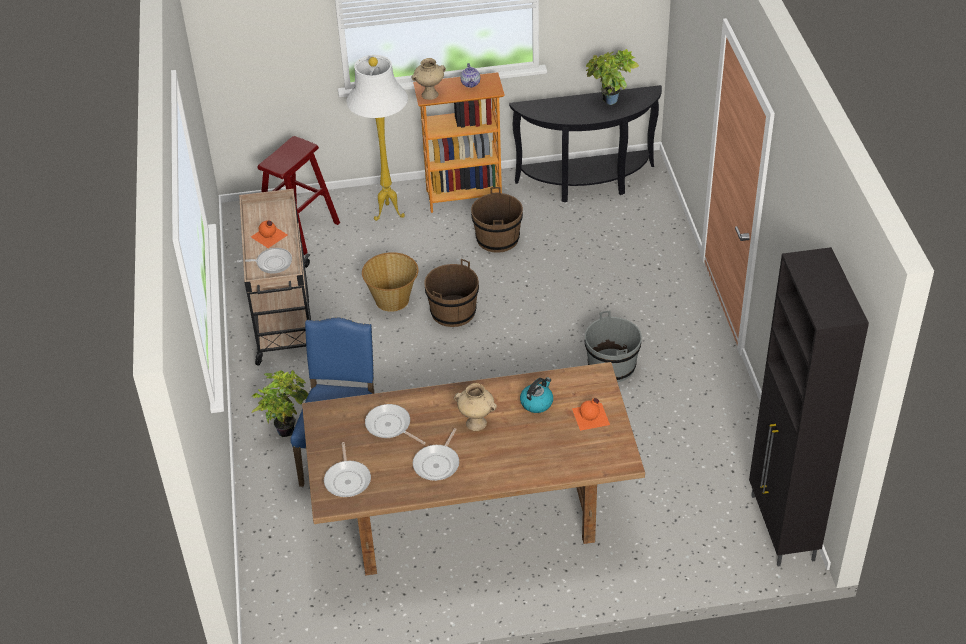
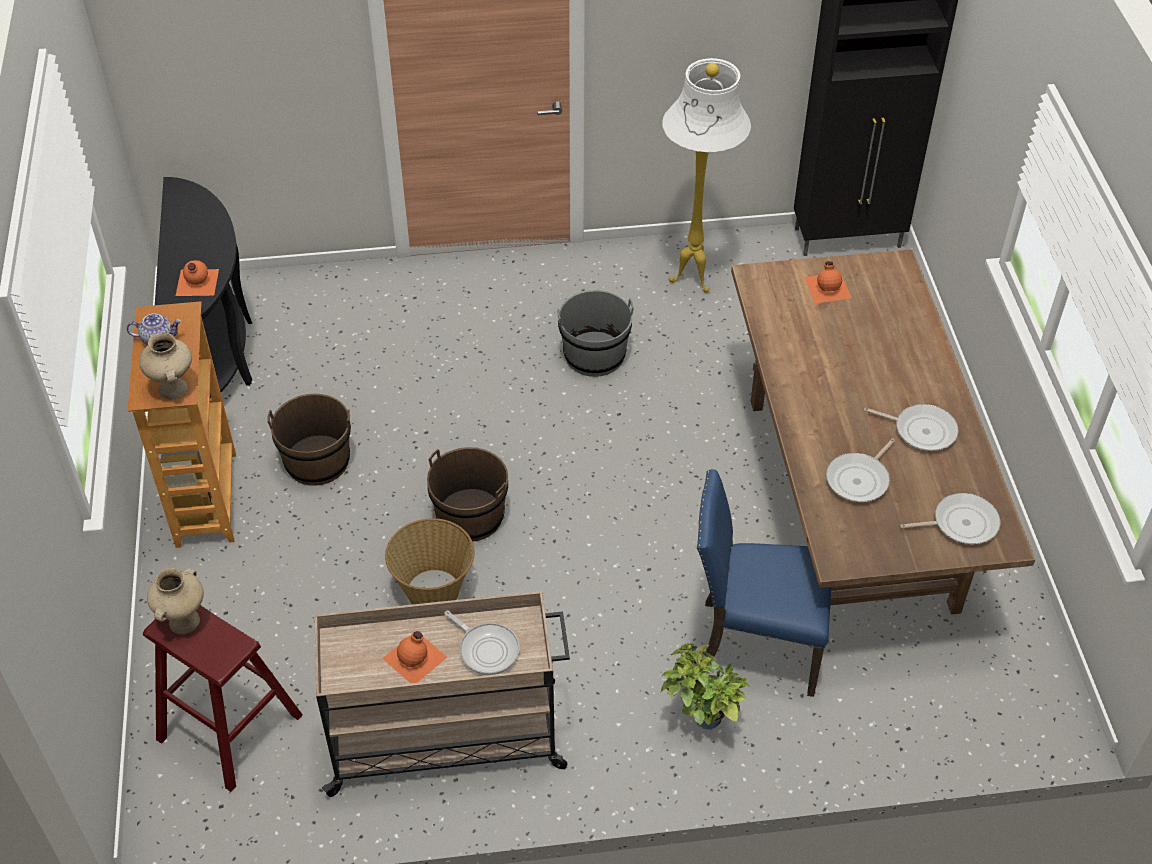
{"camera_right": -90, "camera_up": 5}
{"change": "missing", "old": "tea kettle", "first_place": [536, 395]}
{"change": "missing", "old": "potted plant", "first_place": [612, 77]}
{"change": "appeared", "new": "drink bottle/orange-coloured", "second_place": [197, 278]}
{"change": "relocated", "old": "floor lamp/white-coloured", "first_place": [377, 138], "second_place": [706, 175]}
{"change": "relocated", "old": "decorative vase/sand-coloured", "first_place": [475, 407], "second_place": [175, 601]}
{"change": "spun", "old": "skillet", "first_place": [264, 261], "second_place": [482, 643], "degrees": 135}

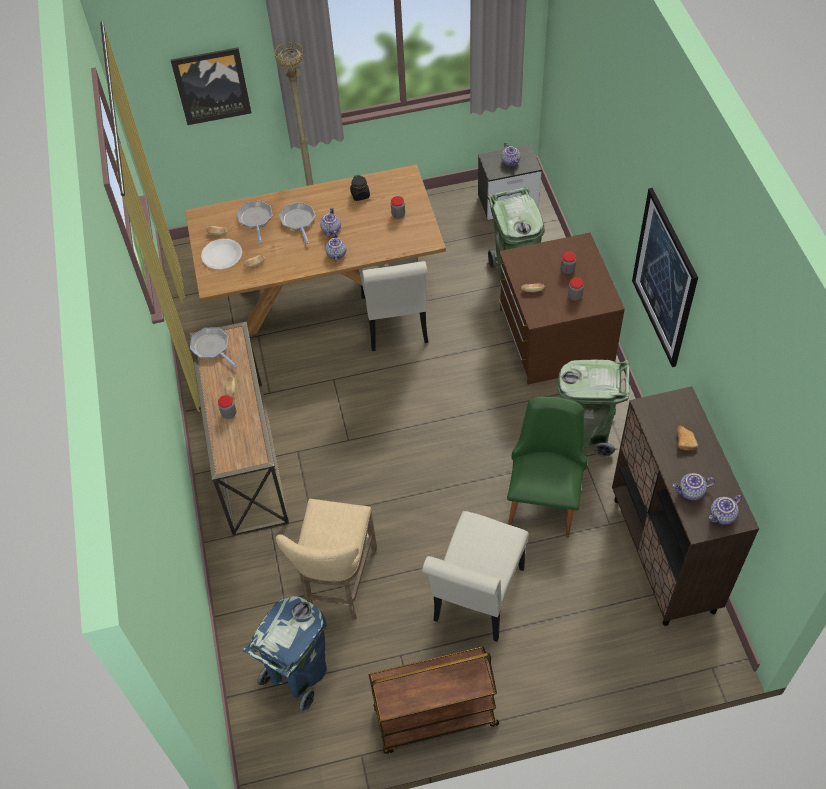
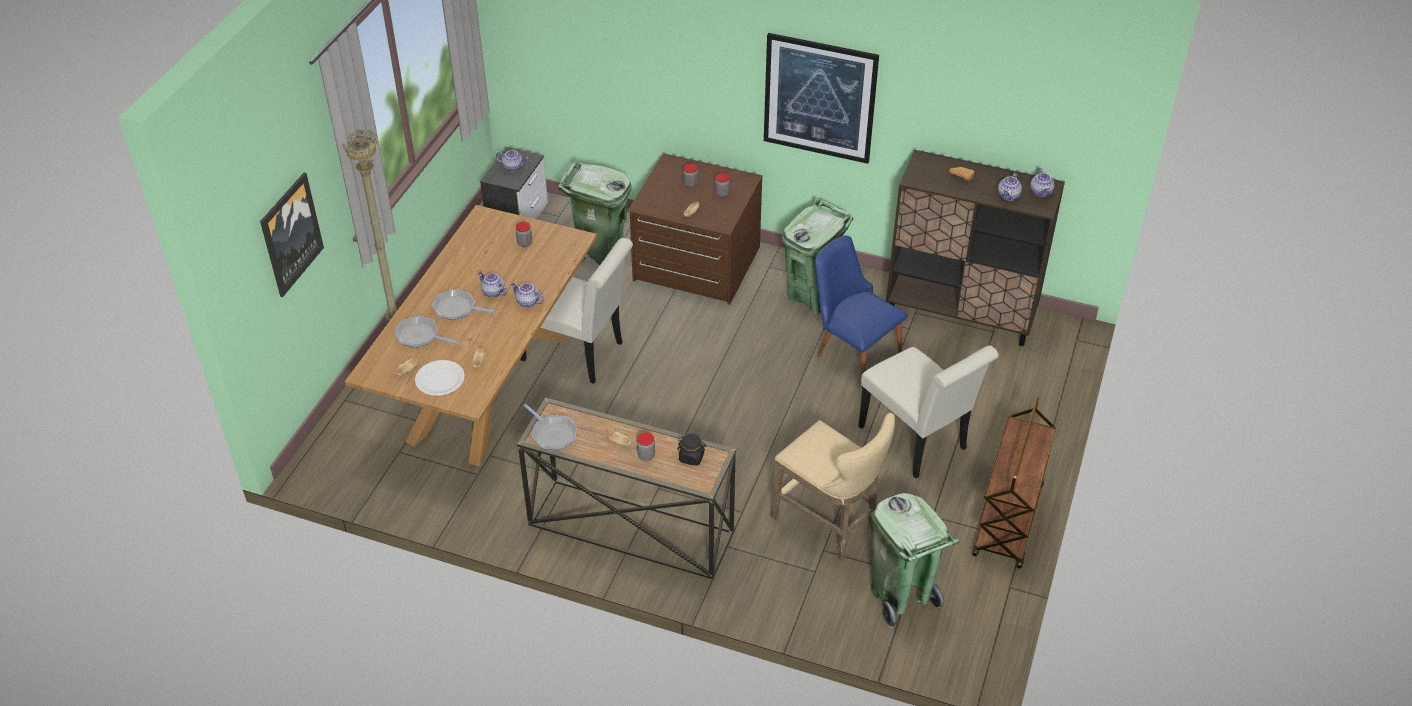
{"camera_right": -60, "camera_up": -10}
{"change": "relocated", "old": "preserve jar/black", "first_place": [360, 188], "second_place": [691, 450]}
{"change": "colour", "old": "trash can/bluish", "new": "trash can/green", "first_place": [284, 653], "second_place": [915, 561]}
{"change": "colour", "old": "chair/green", "new": "chair/bluish", "first_place": [547, 467], "second_place": [861, 305]}
{"change": "spun", "old": "skillet", "first_place": [213, 348], "second_place": [550, 427], "degrees": -120}

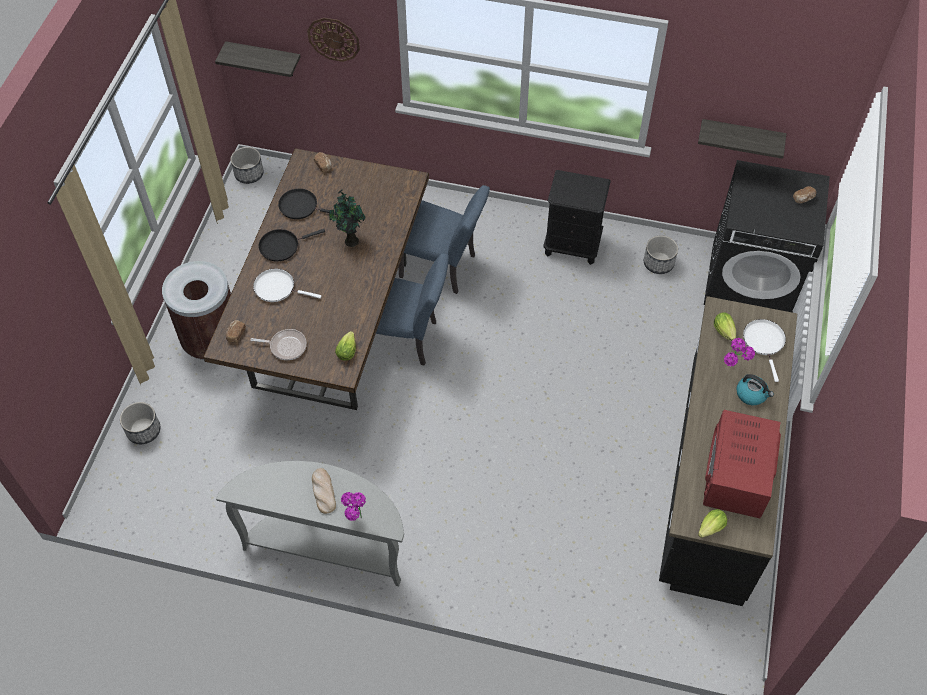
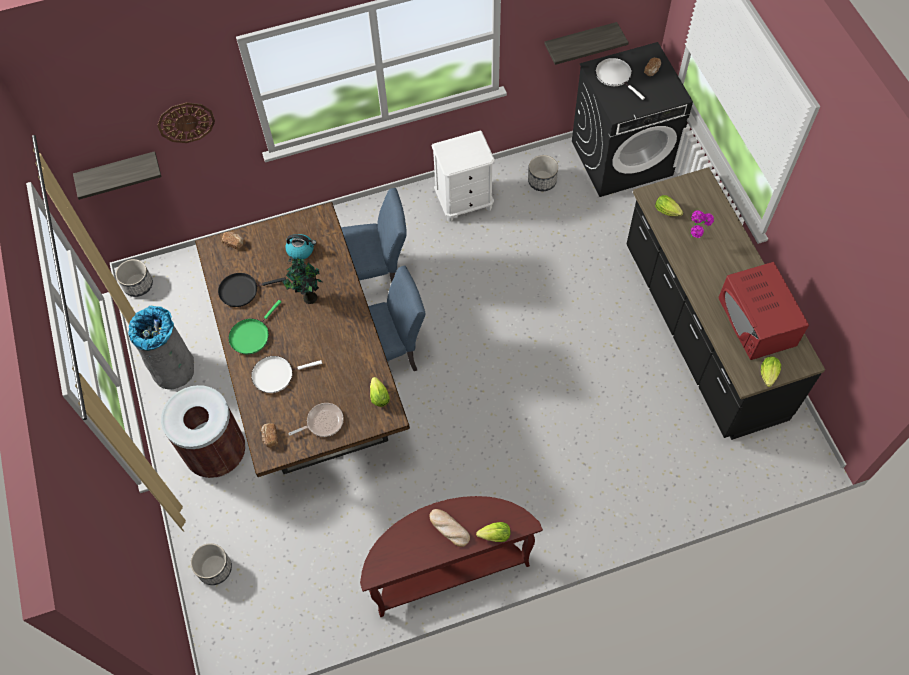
{"camera_right": -30, "camera_up": 5}
{"change": "appeared", "new": "trash can/greyish", "second_place": [161, 347]}
{"change": "relocated", "old": "tea kettle", "first_place": [755, 389], "second_place": [300, 246]}
{"change": "relocated", "old": "skillet/white-coloured", "first_place": [764, 350], "second_place": [620, 79]}
{"change": "exchanged", "old": "potted plant", "new": "lettuce head", "first_place": [353, 506], "second_place": [493, 532]}
{"change": "colour", "old": "console table/greyish", "new": "console table/brown-coloured", "first_place": [310, 523], "second_place": [451, 556]}
{"change": "colour", "old": "skillet/black", "new": "skillet/green", "first_place": [291, 245], "second_place": [254, 327]}
{"change": "colour", "old": "bedside table/black", "new": "bedside table/white-coloured", "first_place": [577, 217], "second_place": [463, 176]}

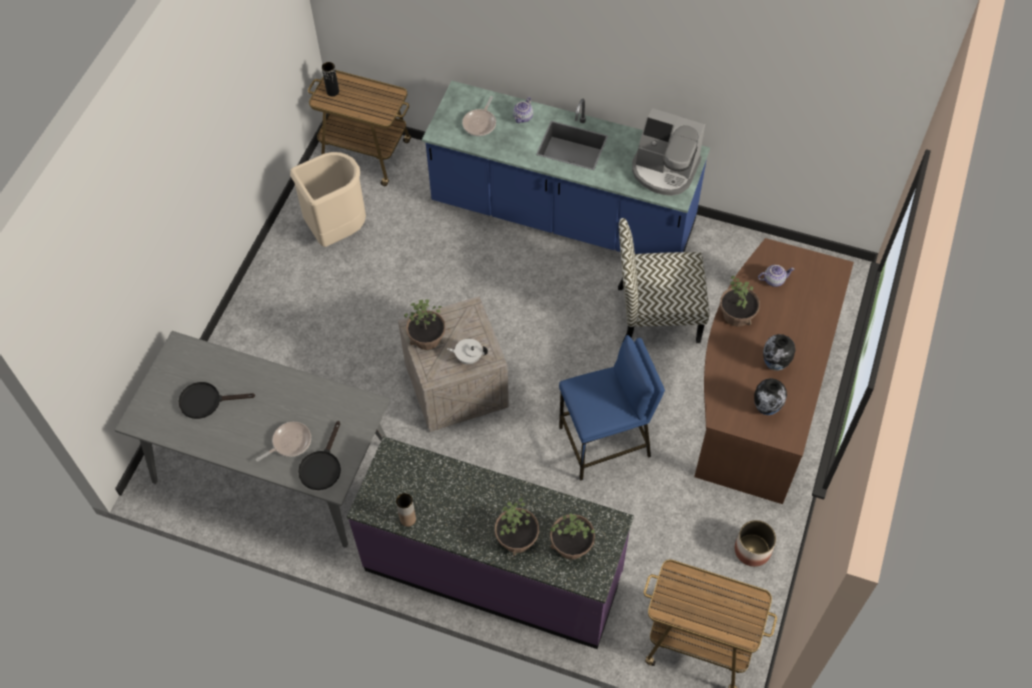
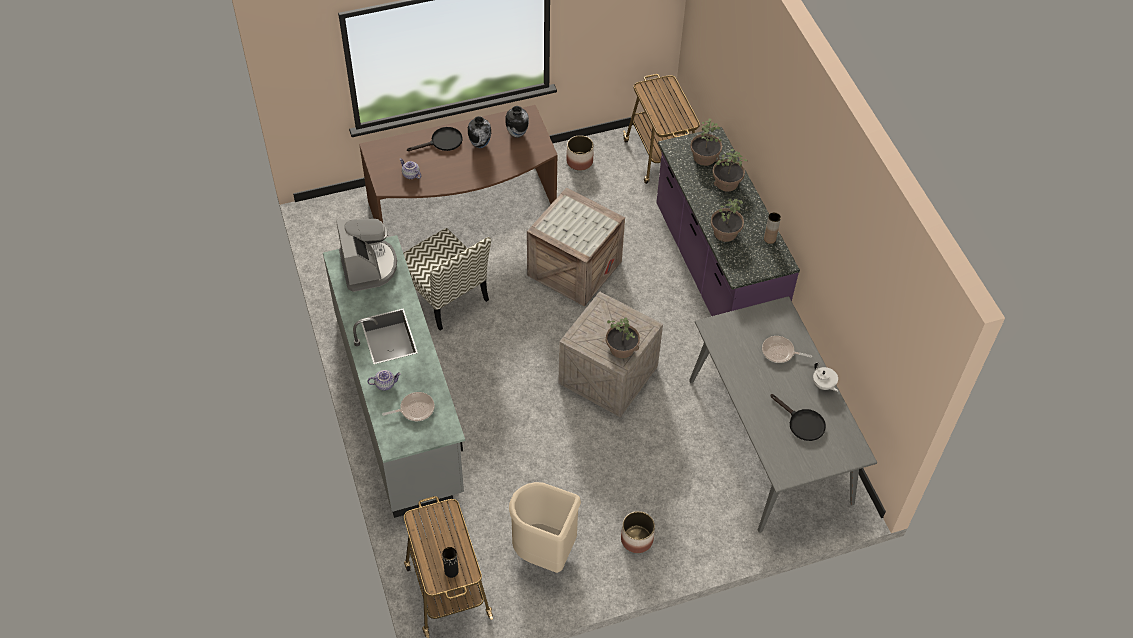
{"camera_right": -130, "camera_up": -5}
{"change": "appeared", "new": "flower pot", "second_place": [638, 532]}
{"change": "relocated", "old": "skillet/black", "first_place": [319, 455], "second_place": [435, 139]}
{"change": "relocated", "old": "teapot/white-coloured", "first_place": [467, 351], "second_place": [825, 377]}
{"change": "relocated", "old": "potted plant", "first_place": [740, 301], "second_place": [727, 220]}
{"change": "exchanged", "old": "stool/bluish", "new": "shipping crate", "first_place": [612, 408], "second_place": [576, 247]}
{"change": "colour", "old": "counter/bluish", "new": "counter/greyish", "first_place": [566, 167], "second_place": [394, 376]}

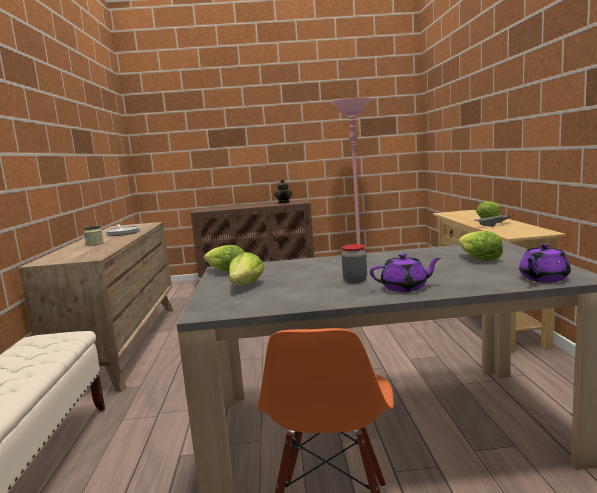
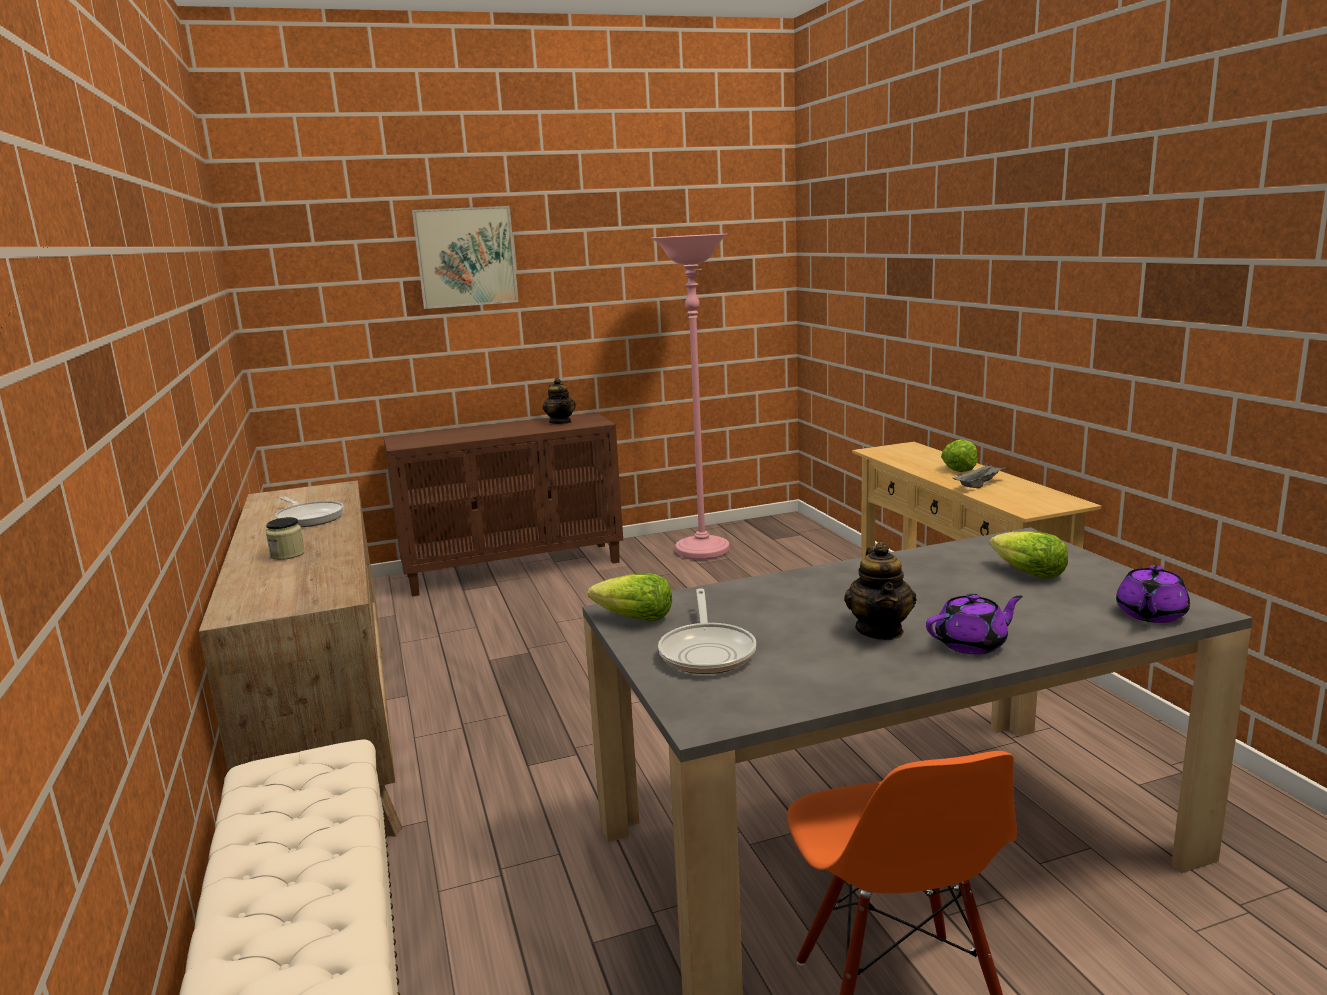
{"camera_right": -15, "camera_up": 5}
{"change": "appeared", "new": "picture", "second_place": [465, 257]}
{"change": "exchanged", "old": "lettuce head", "new": "skillet", "first_place": [247, 268], "second_place": [707, 631]}
{"change": "exchanged", "old": "preserve jar", "new": "teapot", "first_place": [354, 263], "second_place": [880, 591]}

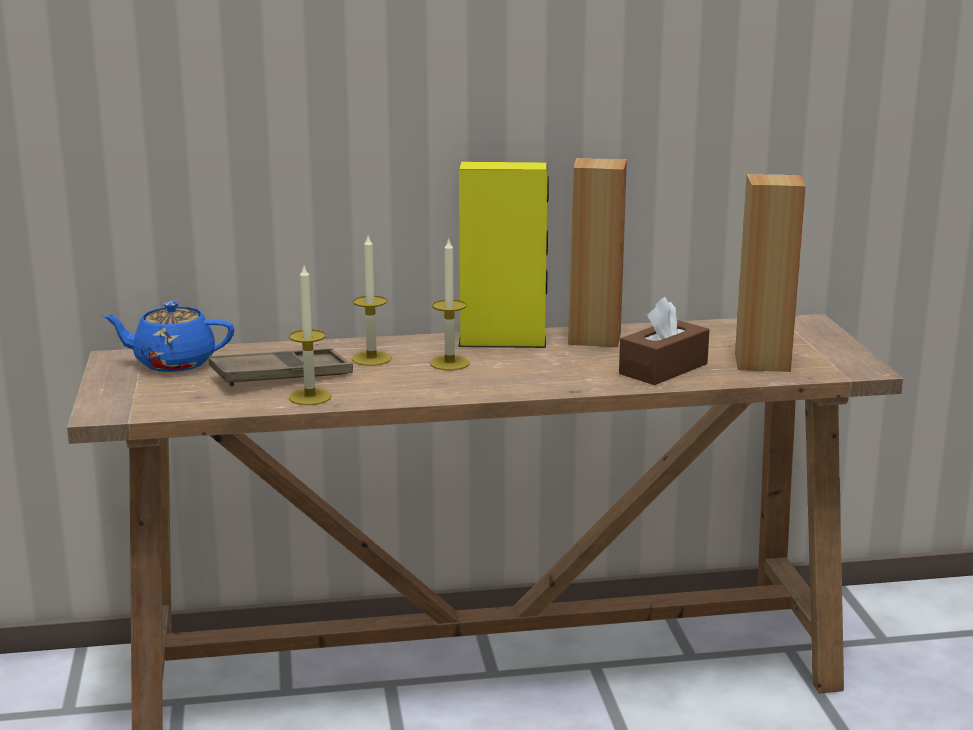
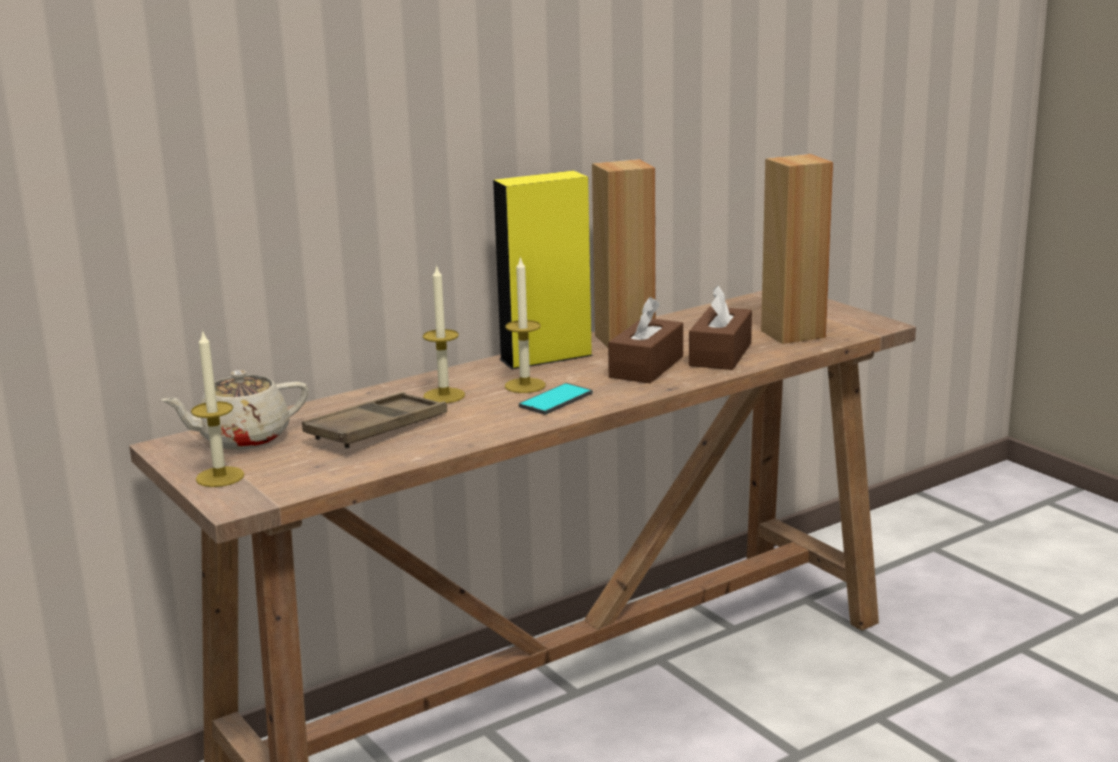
{"camera_right": -25, "camera_up": 0}
{"change": "appeared", "new": "telephone", "second_place": [555, 399]}
{"change": "appeared", "new": "tissue holder/brown-coloured", "second_place": [645, 340]}
{"change": "relocated", "old": "candle", "first_place": [310, 335], "second_place": [218, 408]}
{"change": "colour", "old": "teapot/bluish", "new": "teapot/sand-coloured", "first_place": [168, 336], "second_place": [234, 410]}

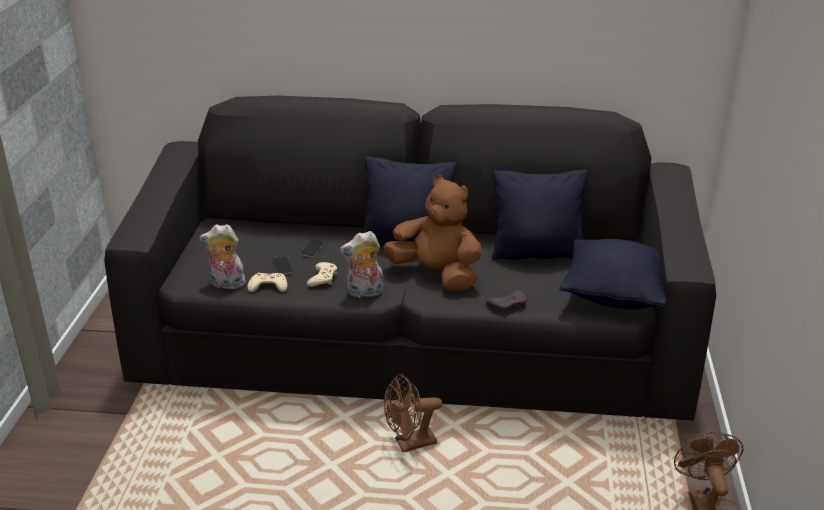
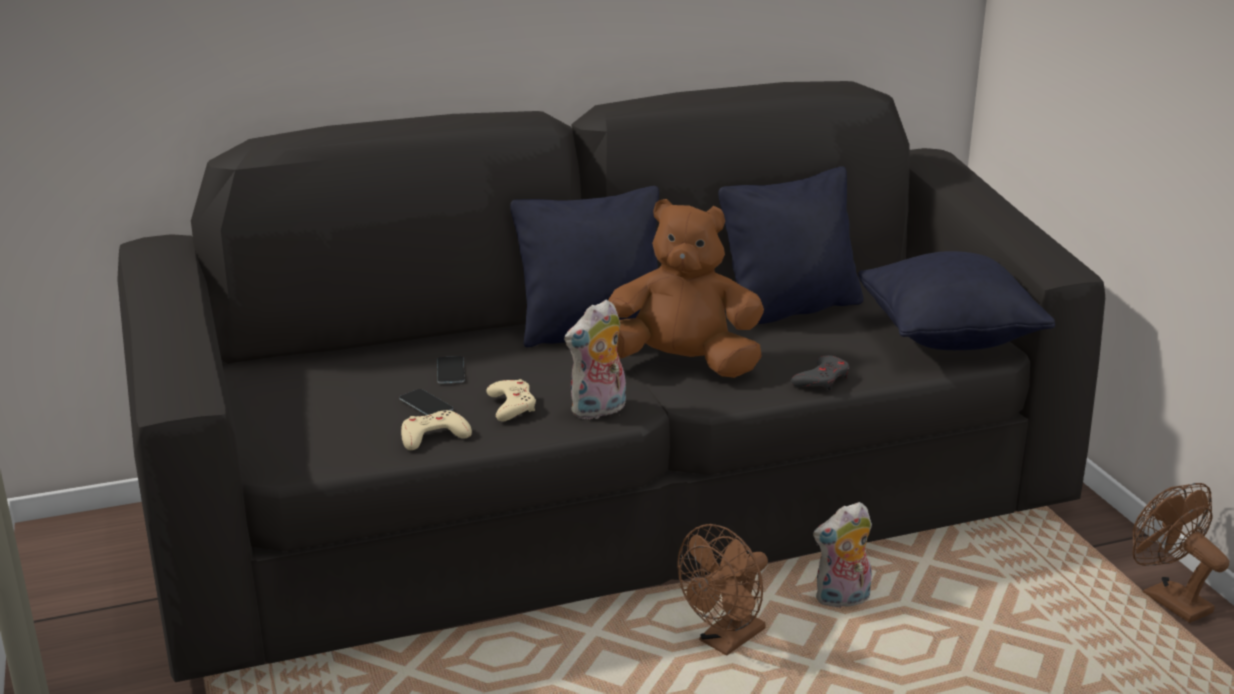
{"camera_right": -25, "camera_up": -5}
{"change": "relocated", "old": "plush toy", "first_place": [222, 256], "second_place": [842, 555]}

